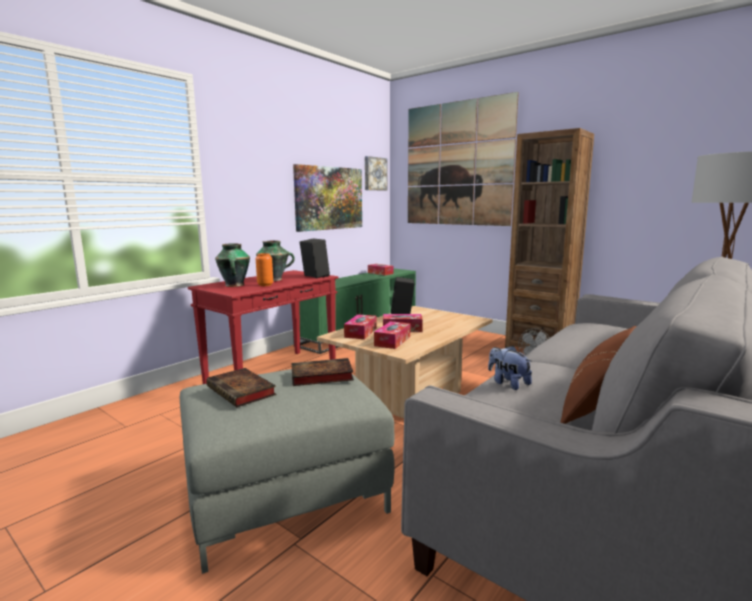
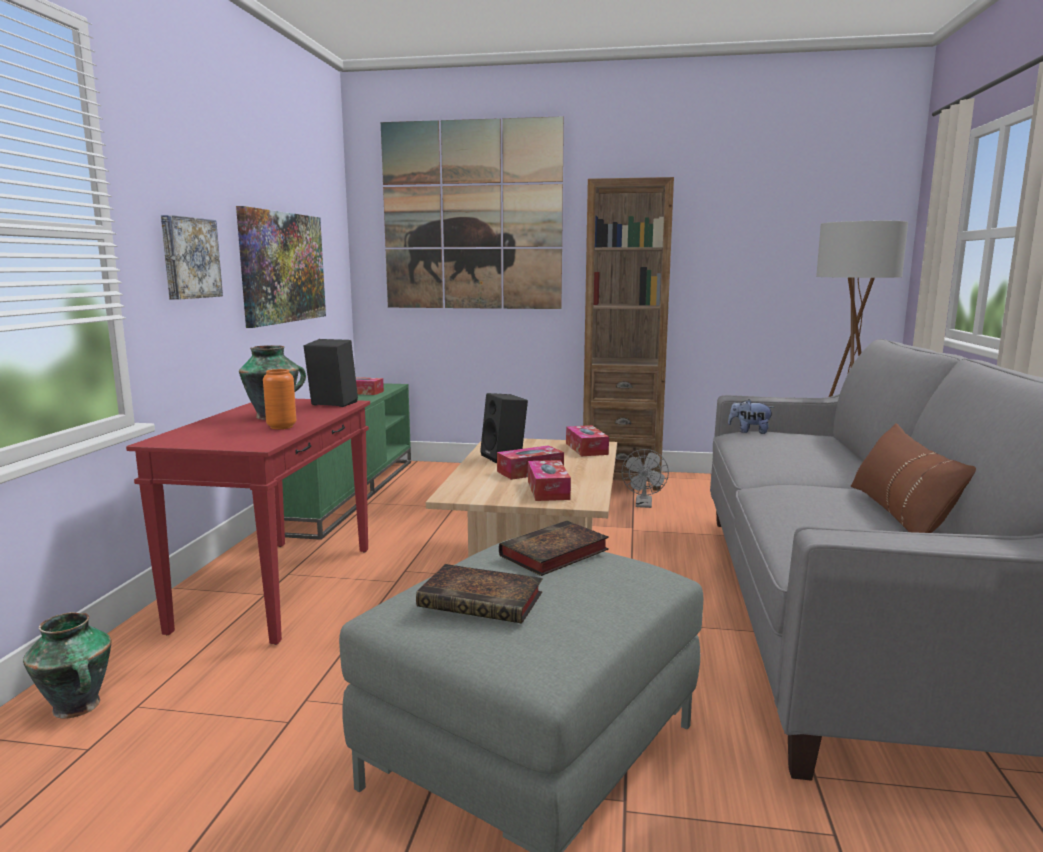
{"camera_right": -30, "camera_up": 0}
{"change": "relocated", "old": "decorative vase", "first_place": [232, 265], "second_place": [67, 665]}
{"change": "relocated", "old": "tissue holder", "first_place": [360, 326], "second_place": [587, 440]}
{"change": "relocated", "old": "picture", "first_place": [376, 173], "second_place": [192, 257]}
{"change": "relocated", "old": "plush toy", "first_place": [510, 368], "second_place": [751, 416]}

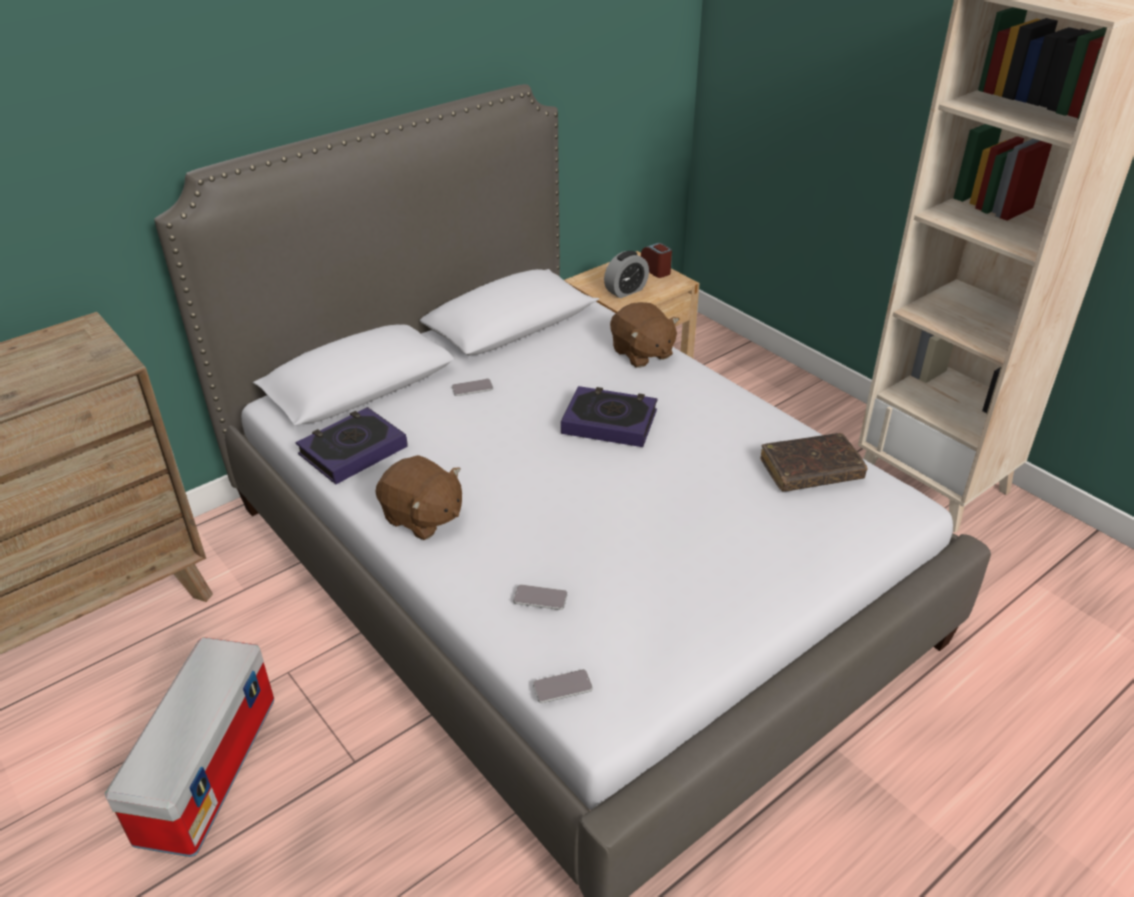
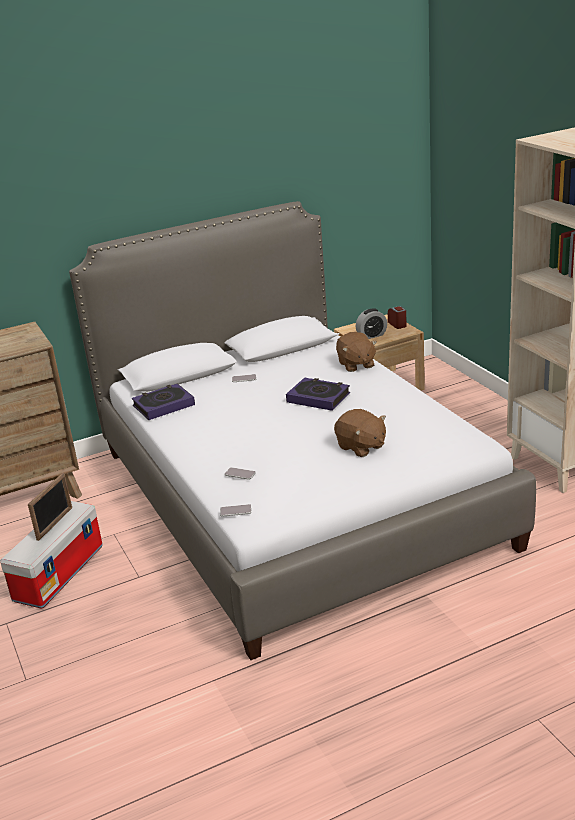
{"camera_right": 15, "camera_up": -10}
{"change": "missing", "old": "book/brown-coloured", "first_place": [814, 462]}
{"change": "appeared", "new": "photo frame", "second_place": [50, 507]}
{"change": "relocated", "old": "plush toy/brown-coloured", "first_place": [418, 497], "second_place": [360, 433]}

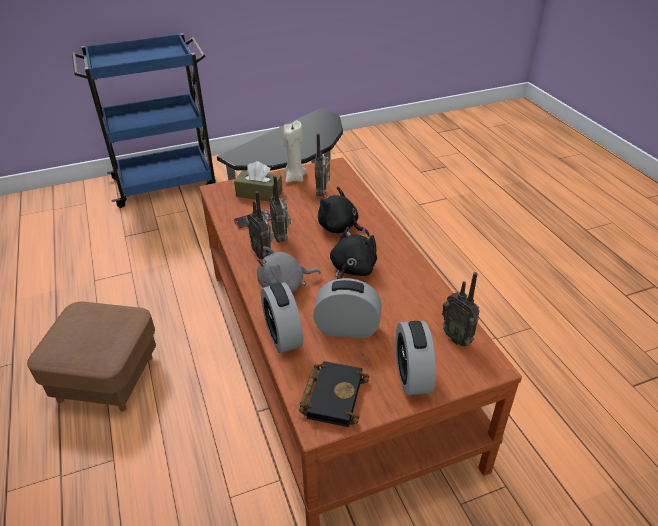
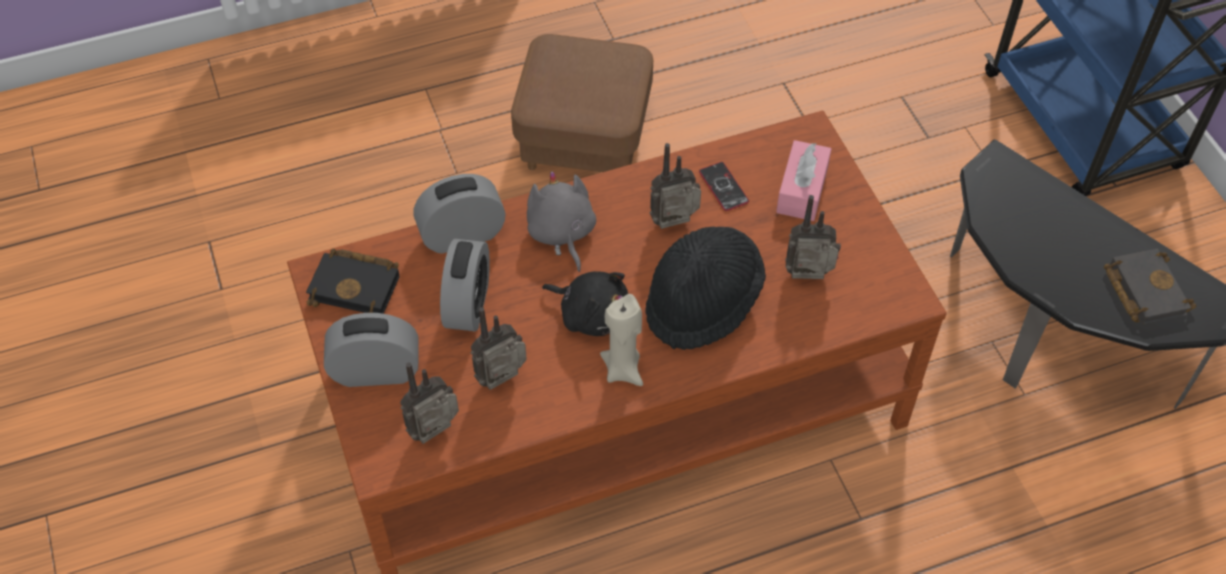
{"camera_right": 90, "camera_up": 15}
{"change": "appeared", "new": "book/black", "second_place": [1150, 286]}
{"change": "relocated", "old": "radio receiver", "first_place": [260, 225], "second_place": [499, 348]}
{"change": "relocated", "old": "candle/sand-coloured", "first_place": [295, 152], "second_place": [621, 340]}
{"change": "exchanged", "old": "plush toy/black", "new": "clothing hat/black", "first_place": [343, 212], "second_place": [706, 288]}
{"change": "colour", "old": "tissue holder/brown-coloured", "new": "tissue holder/pink", "first_place": [258, 181], "second_place": [803, 180]}

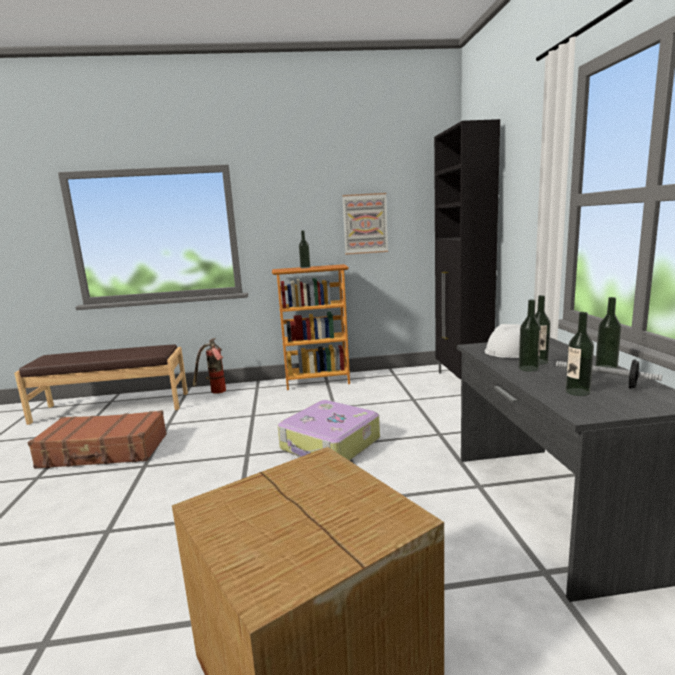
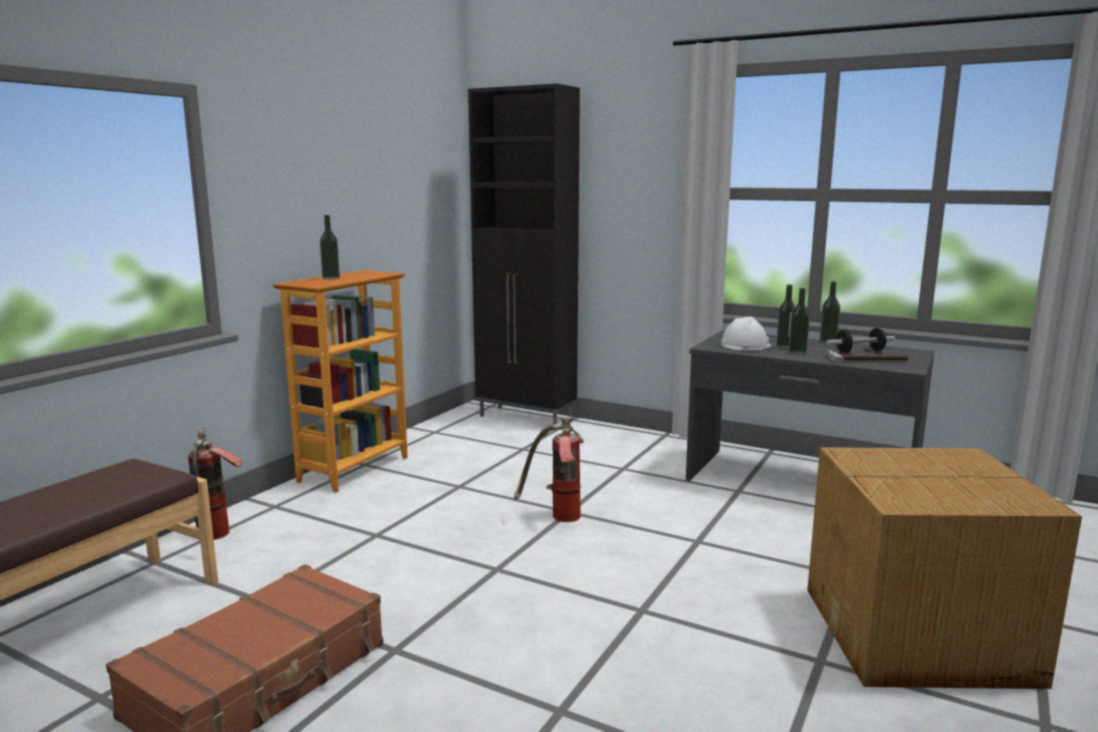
{"camera_right": -55, "camera_up": 0}
{"change": "missing", "old": "picture", "first_place": [365, 224]}
{"change": "exchanged", "old": "suitcase", "new": "fire-fighting cylinder", "first_place": [329, 430], "second_place": [549, 469]}
{"change": "exchanged", "old": "drink bottle", "new": "hand hammer", "first_place": [579, 354], "second_place": [868, 356]}

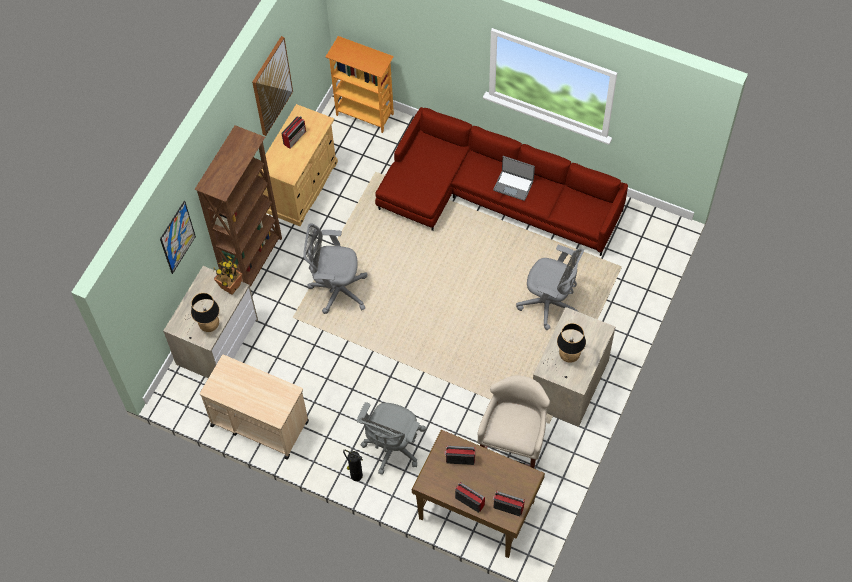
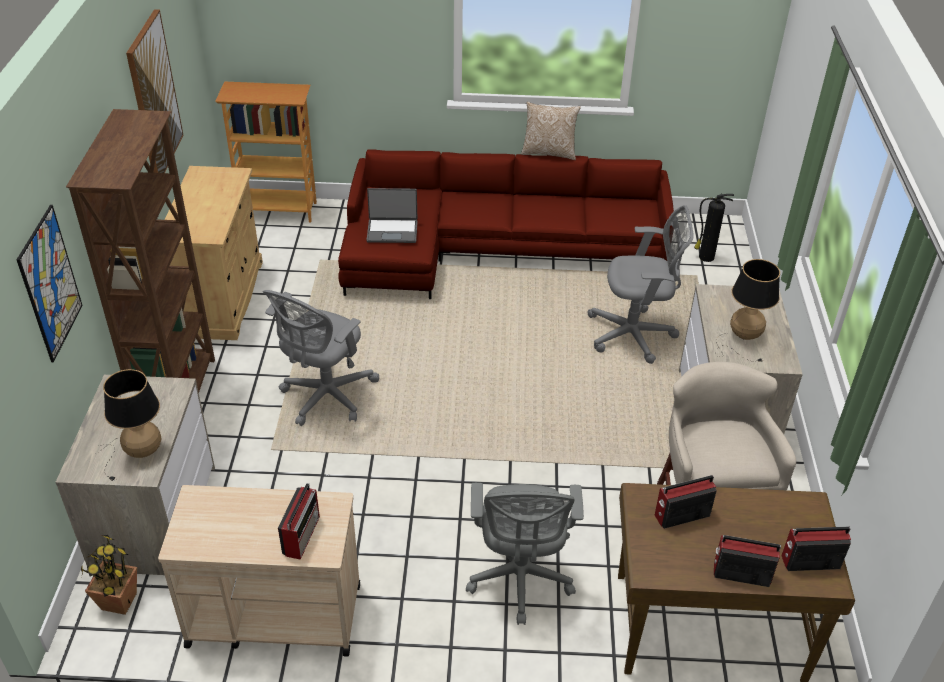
{"camera_right": -25, "camera_up": -20}
{"change": "appeared", "new": "pillow", "second_place": [551, 131]}
{"change": "relocated", "old": "potted plant", "first_place": [227, 275], "second_place": [109, 575]}
{"change": "relocated", "old": "radio receiver", "first_place": [293, 132], "second_place": [299, 521]}
{"change": "relocated", "old": "fire-fighting cylinder", "first_place": [353, 465], "second_place": [714, 228]}
{"change": "relocated", "old": "notebook computer", "first_place": [514, 178], "second_place": [392, 215]}
{"change": "spun", "old": "computer chair/greyish", "first_place": [335, 268], "second_place": [321, 358], "degrees": -45}

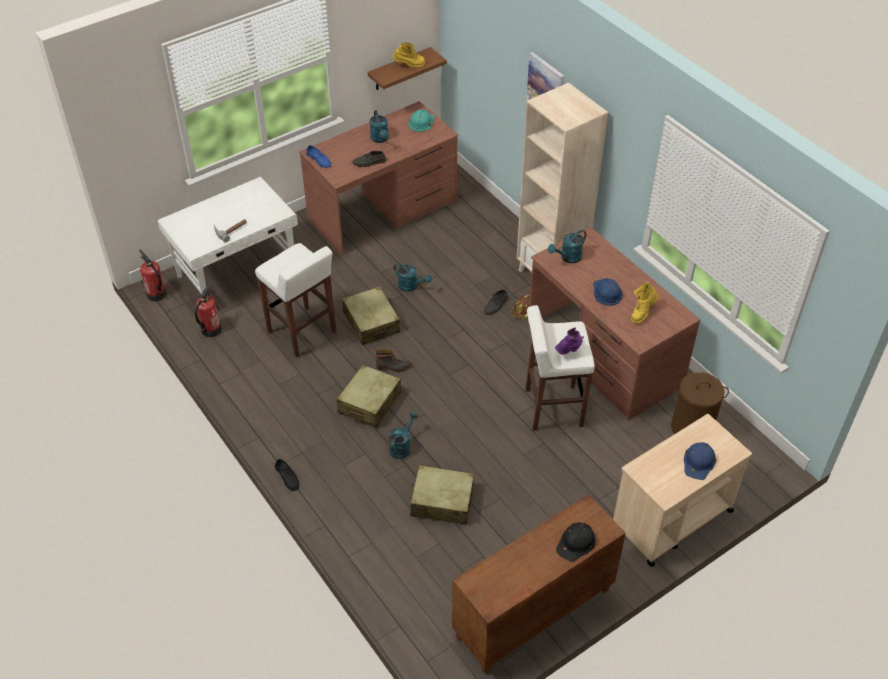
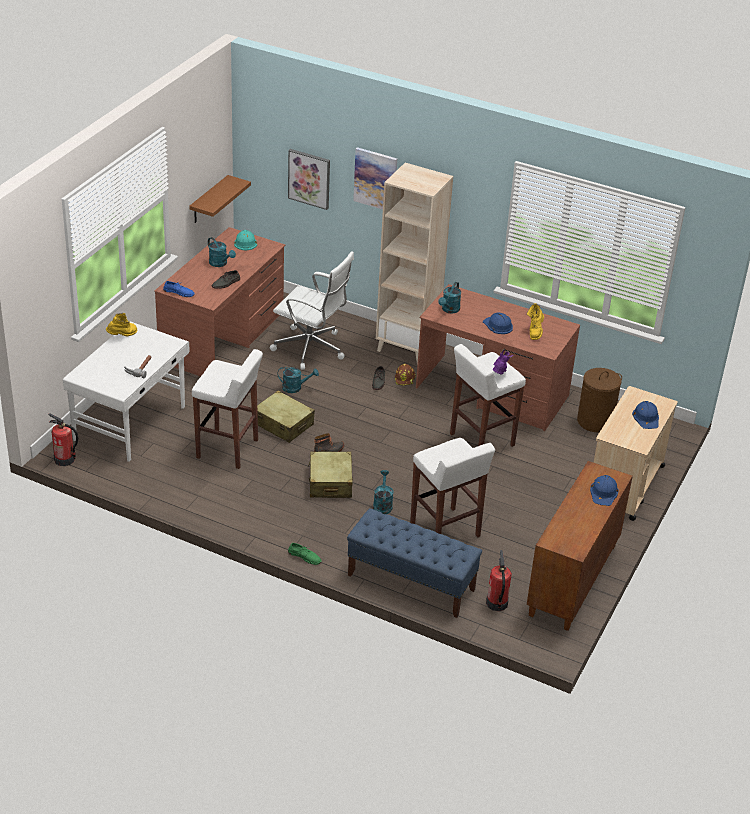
{"camera_right": -30, "camera_up": -10}
{"change": "appeared", "new": "computer chair/white-coloured", "second_place": [312, 310]}
{"change": "appeared", "new": "picture", "second_place": [309, 179]}
{"change": "appeared", "new": "indoor bench/bluish", "second_place": [414, 563]}
{"change": "relocated", "old": "fire-fighting cylinder", "first_place": [208, 310], "second_place": [499, 580]}
{"change": "relocated", "old": "tall boot/yellowish", "first_place": [409, 55], "second_place": [121, 325]}
{"change": "exchanged", "old": "suitcase/sand-coloured", "new": "stool/white-coloured", "first_place": [442, 495], "second_place": [452, 487]}
{"change": "colour", "old": "item of footwear/black", "new": "item of footwear/green", "first_place": [287, 475], "second_place": [305, 554]}
{"change": "colour", "old": "safety helmet/black", "new": "safety helmet/bluish", "first_place": [576, 542], "second_place": [604, 490]}

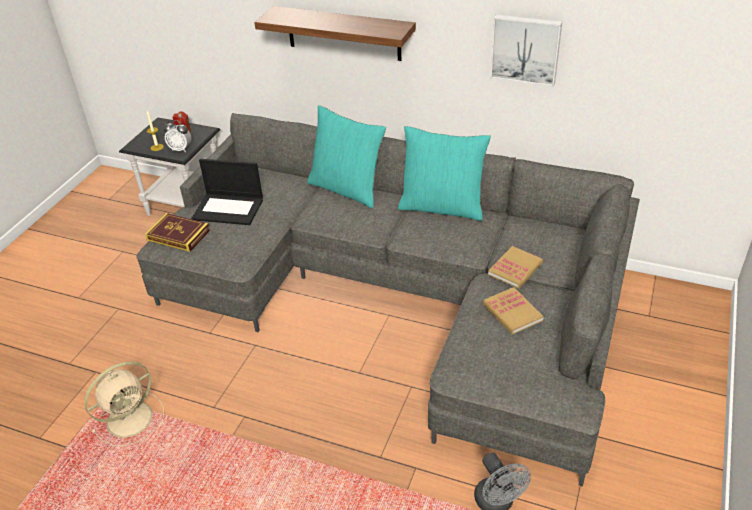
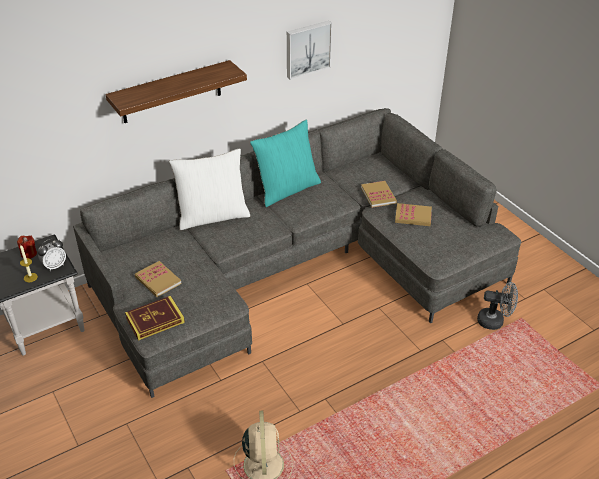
{"camera_right": -55, "camera_up": 0}
{"change": "exchanged", "old": "notebook computer", "new": "book", "first_place": [227, 192], "second_place": [158, 279]}
{"change": "colour", "old": "pillow/turquoise-coloured", "new": "pillow/white-coloured", "first_place": [346, 156], "second_place": [209, 189]}

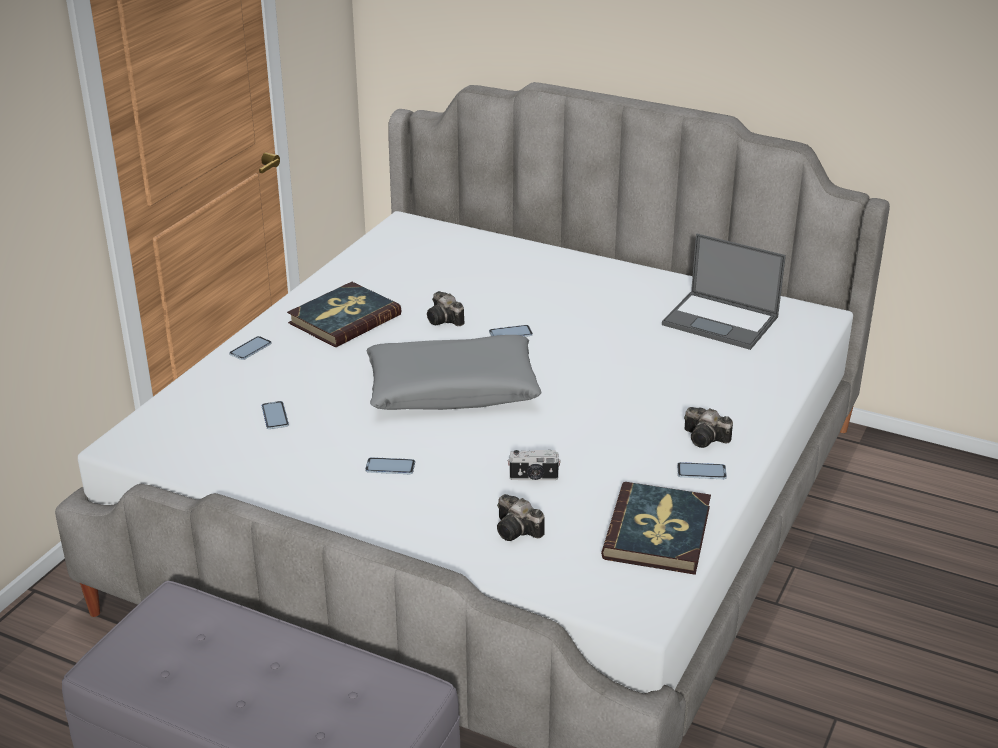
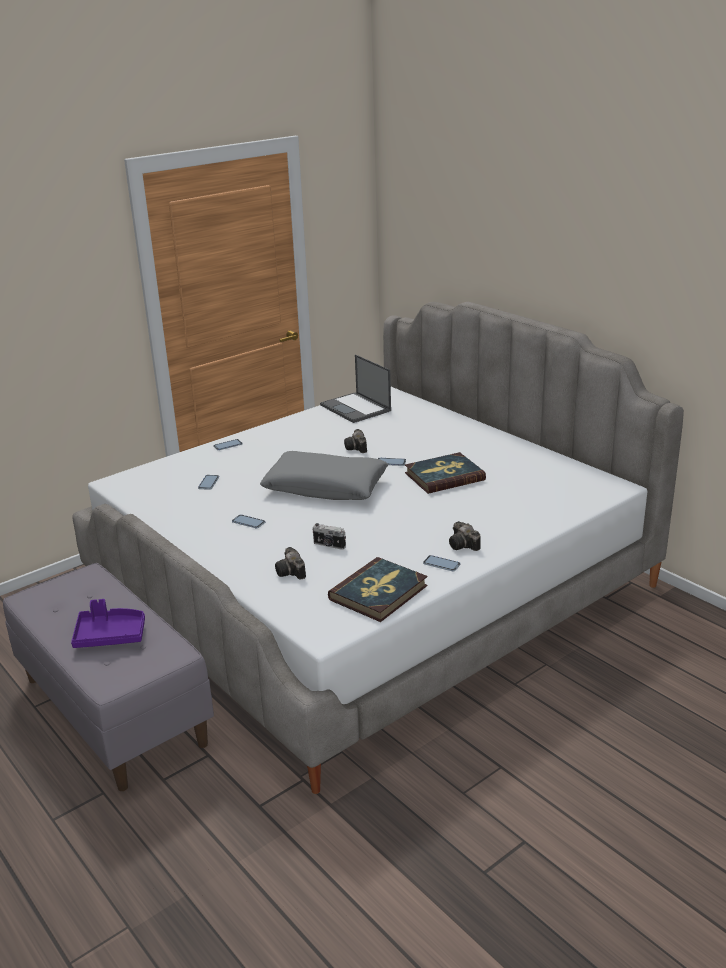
{"camera_right": 25, "camera_up": -5}
{"change": "appeared", "new": "serving tray/purple", "second_place": [108, 623]}
{"change": "relocated", "old": "book", "first_place": [344, 314], "second_place": [445, 473]}
{"change": "relocated", "old": "notebook computer", "first_place": [724, 292], "second_place": [355, 388]}

